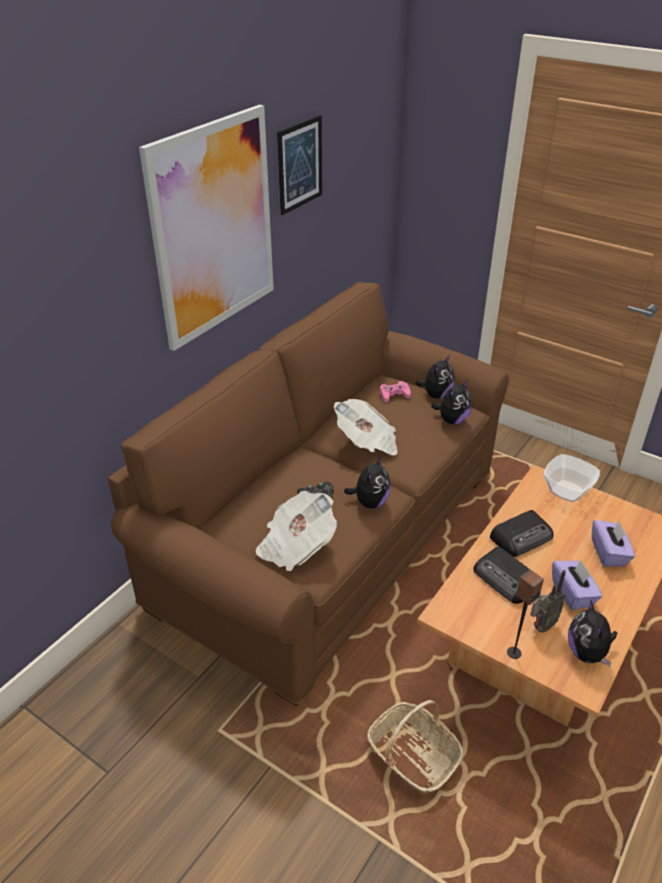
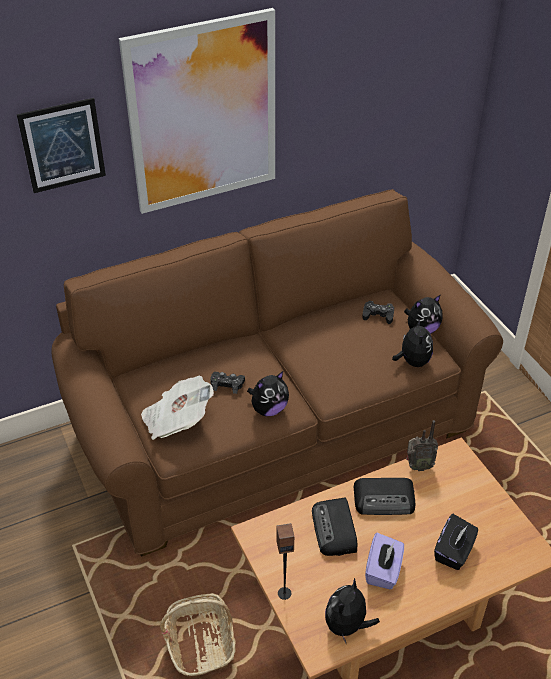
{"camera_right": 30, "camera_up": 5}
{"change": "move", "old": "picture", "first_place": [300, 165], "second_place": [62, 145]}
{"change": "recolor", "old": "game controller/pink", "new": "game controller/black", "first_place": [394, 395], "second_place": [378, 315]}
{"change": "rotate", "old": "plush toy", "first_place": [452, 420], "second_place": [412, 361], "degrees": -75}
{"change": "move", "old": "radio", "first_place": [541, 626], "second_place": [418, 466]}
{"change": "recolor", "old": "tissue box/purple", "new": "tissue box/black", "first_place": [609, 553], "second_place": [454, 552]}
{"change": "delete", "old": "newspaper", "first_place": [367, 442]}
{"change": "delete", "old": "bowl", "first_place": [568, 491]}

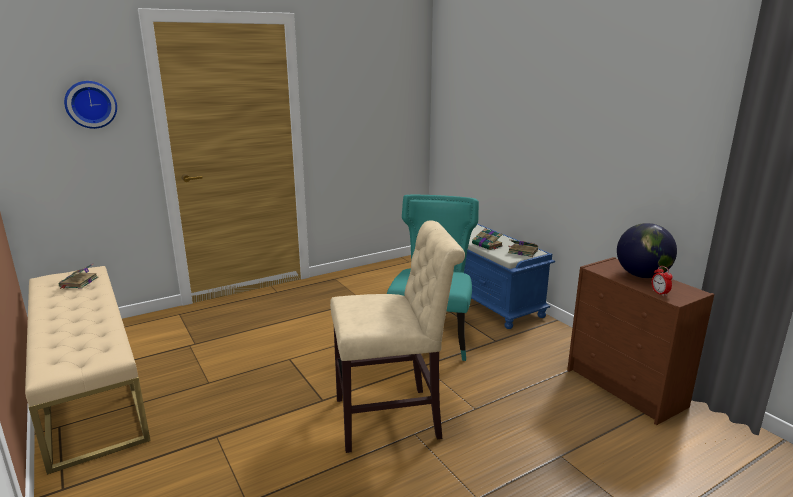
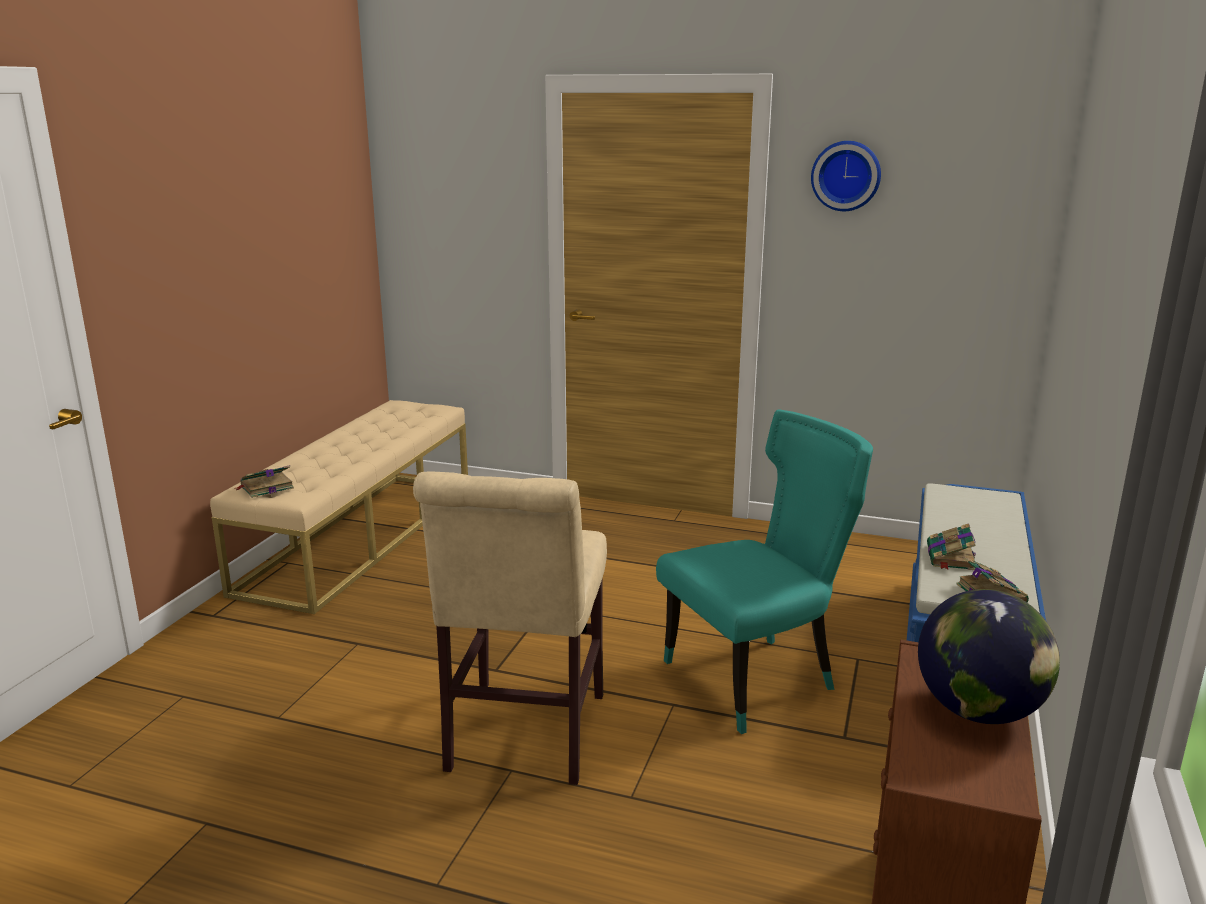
{"camera_right": 50, "camera_up": 0}
{"change": "move", "old": "book", "first_place": [78, 282], "second_place": [265, 488]}
{"change": "rotate", "old": "chair/beige", "first_place": [393, 418], "second_place": [523, 738], "degrees": 60}
{"change": "move", "old": "wall clock", "first_place": [91, 104], "second_place": [846, 175]}
{"change": "delete", "old": "alarm clock", "first_place": [659, 293]}

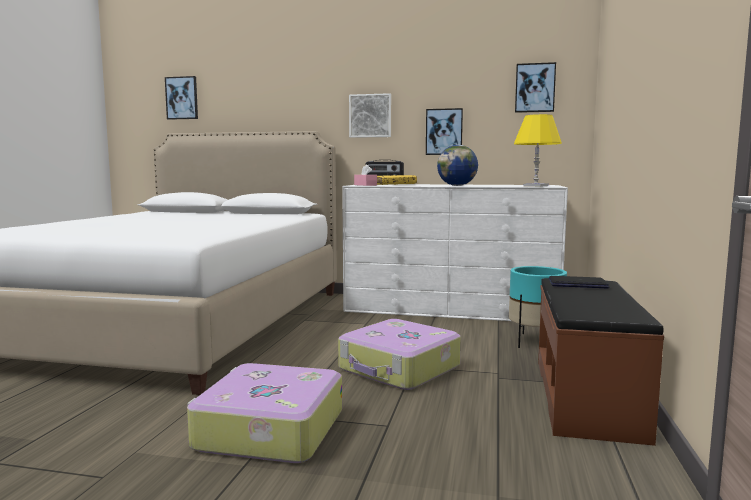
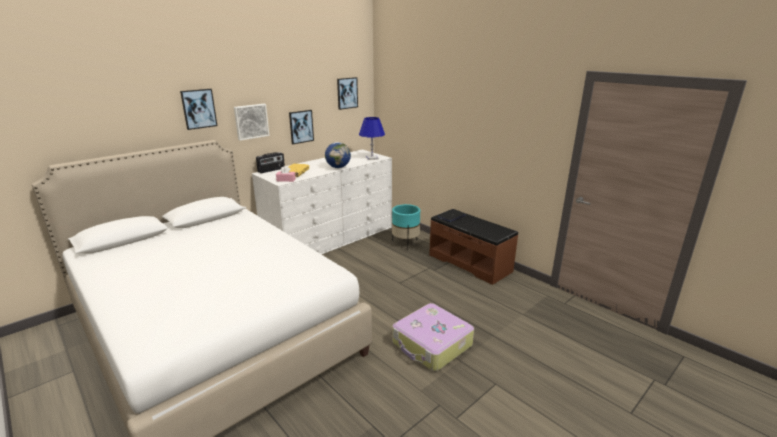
{"camera_right": -55, "camera_up": 15}
{"change": "move", "old": "picture", "first_place": [182, 98], "second_place": [198, 108]}
{"change": "recolor", "old": "table lamp/yellow", "new": "table lamp/blue", "first_place": [535, 186], "second_place": [372, 158]}
{"change": "delete", "old": "suitcase", "first_place": [399, 368]}

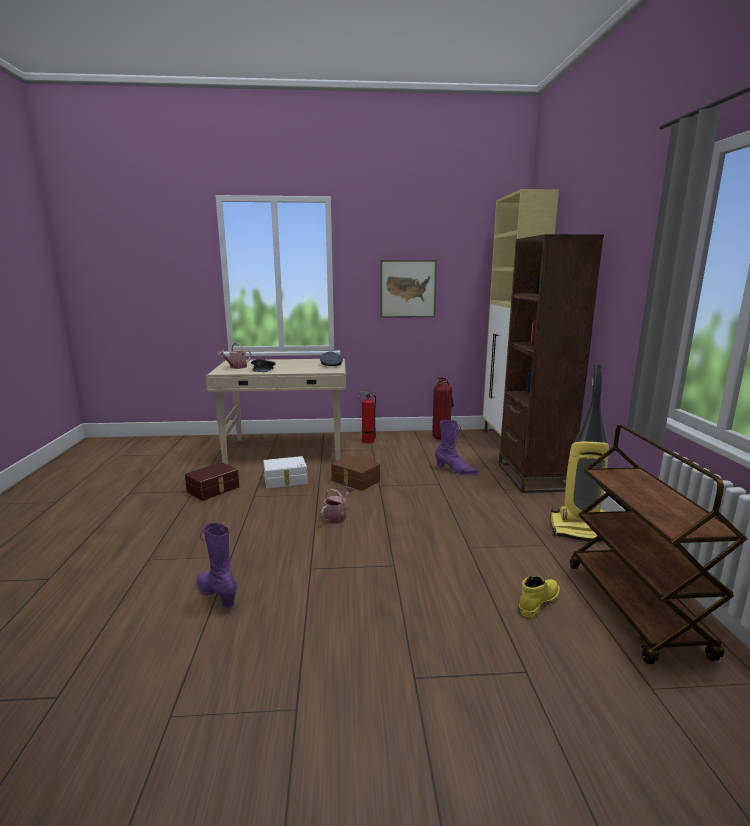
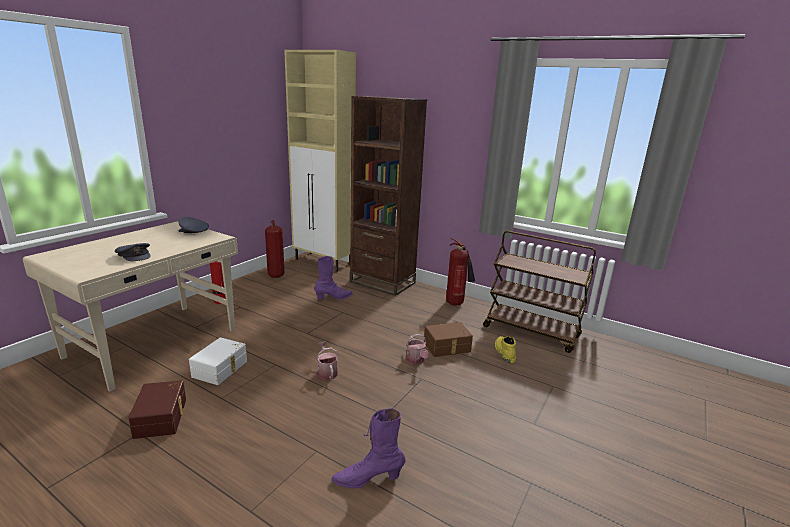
{"camera_right": -55, "camera_up": 5}
{"change": "move", "old": "watering can", "first_place": [236, 367], "second_place": [416, 360]}
{"change": "move", "old": "storage box/brown", "first_place": [355, 481], "second_place": [447, 347]}
{"change": "replace", "old": "vacuum cleaner", "new": "fire extinguisher", "first_place": [582, 530], "second_place": [456, 304]}
{"change": "delete", "old": "picture", "first_place": [408, 289]}

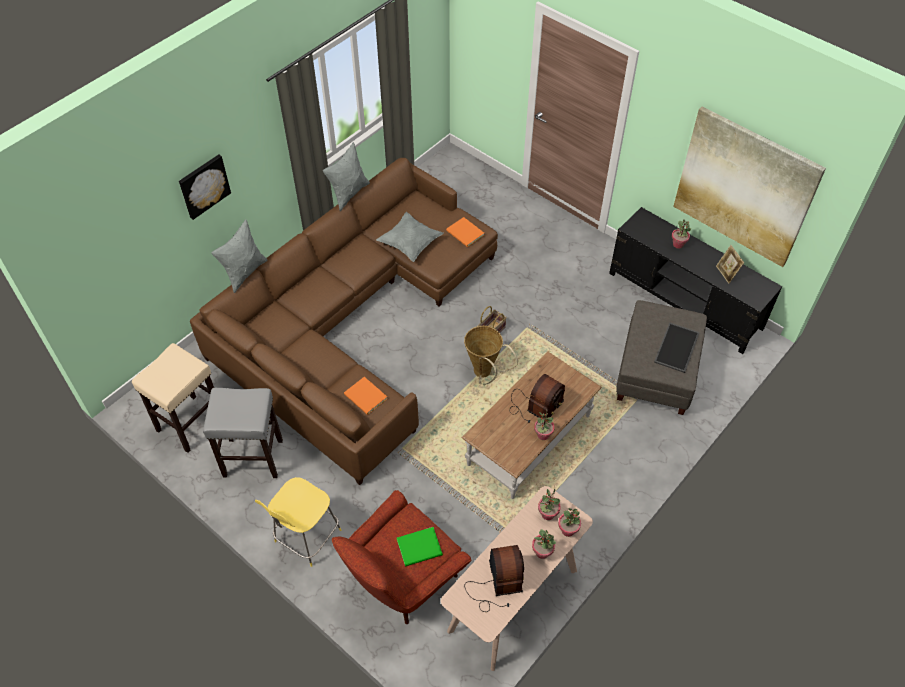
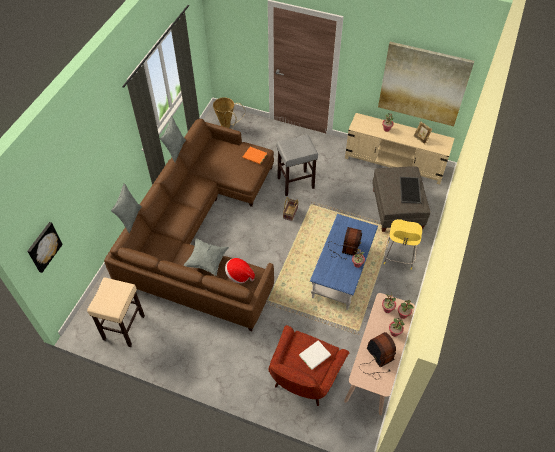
{"camera_right": -20, "camera_up": 0}
{"change": "move", "old": "picture", "first_place": [203, 186], "second_place": [43, 247]}
{"change": "move", "old": "pillow/grey", "first_place": [410, 244], "second_place": [206, 261]}
{"change": "move", "old": "basket", "first_place": [485, 374], "second_place": [227, 127]}
{"change": "replace", "old": "book/orange", "new": "hat", "first_place": [365, 397], "second_place": [239, 275]}
{"change": "move", "old": "stool/grey", "first_place": [254, 458], "second_place": [296, 183]}
{"change": "recolor", "old": "book/green", "new": "book/white", "first_place": [421, 548], "second_place": [316, 355]}
{"change": "recolor", "old": "coffee table/brown", "new": "coffee table/blue", "first_place": [529, 440], "second_place": [341, 271]}
{"change": "recolor", "old": "tv stand/black", "new": "tv stand/beige", "first_place": [685, 301], "second_place": [395, 162]}
{"change": "move", "old": "stool/yellow", "first_place": [306, 537], "second_place": [399, 257]}

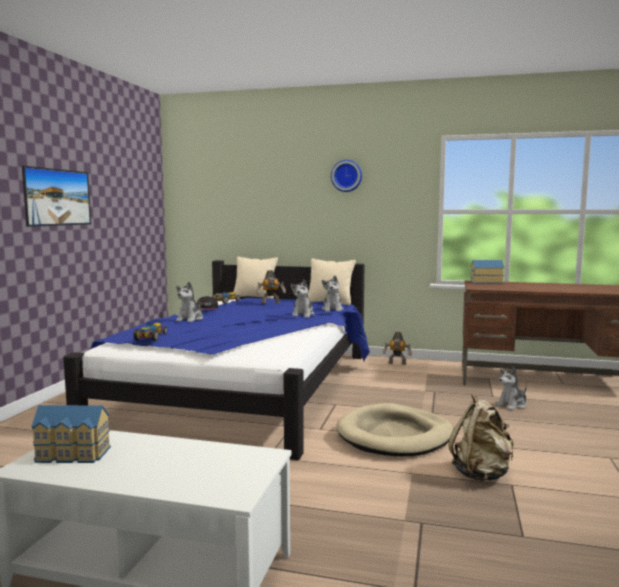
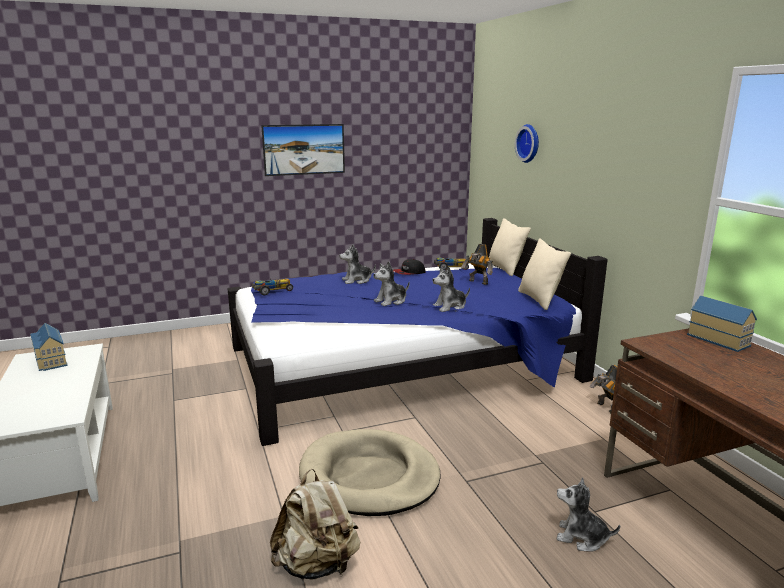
{"camera_right": 55, "camera_up": 10}
{"change": "move", "old": "plush toy", "first_place": [332, 309], "second_place": [391, 301]}
{"change": "move", "old": "wall clock", "first_place": [346, 176], "second_place": [529, 143]}

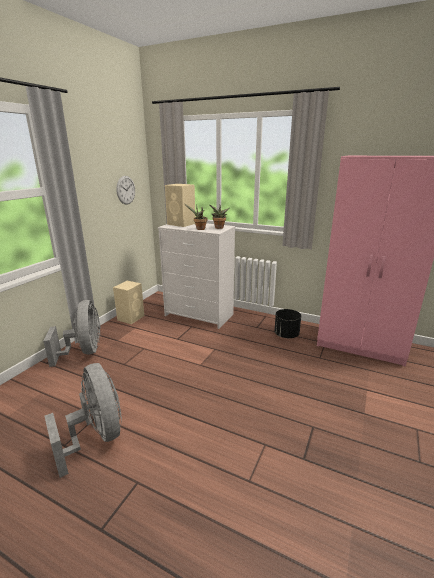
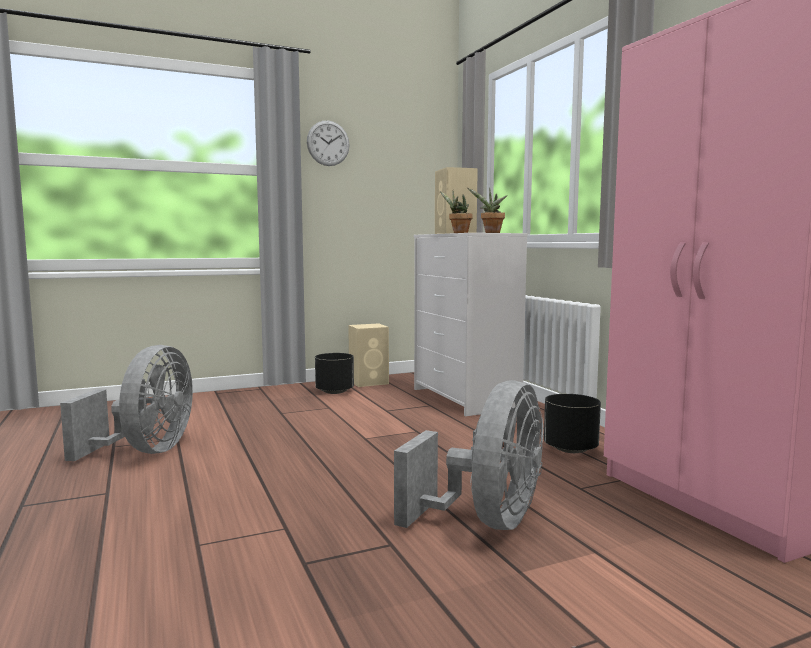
{"camera_right": 40, "camera_up": -15}
{"change": "move", "old": "wall clock", "first_place": [126, 190], "second_place": [328, 143]}
{"change": "insert", "new": "planter/black", "second_place": [334, 391]}
{"change": "move", "old": "fan/grey", "first_place": [84, 352], "second_place": [487, 521]}

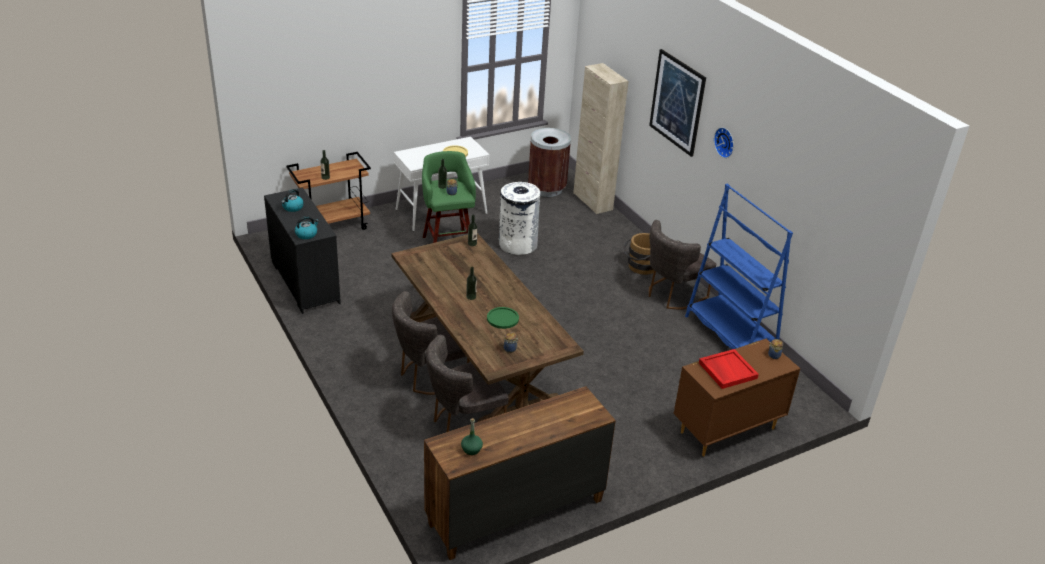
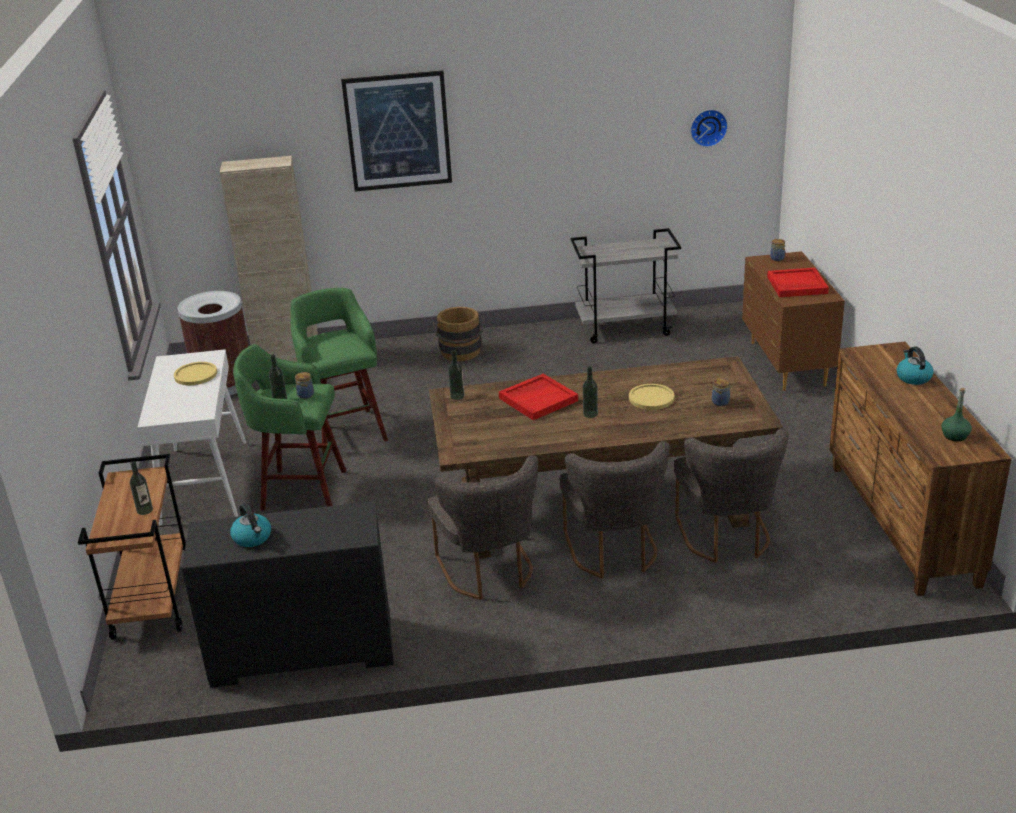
{"camera_right": -65, "camera_up": -5}
{"change": "replace", "old": "trash can/white", "new": "stool/green", "first_place": [517, 244], "second_place": [346, 431]}
{"change": "move", "old": "chair/grey", "first_place": [672, 295], "second_place": [489, 572]}
{"change": "insert", "new": "tray/red", "second_place": [538, 399]}
{"change": "replace", "old": "bookcase/blue", "new": "cart/grey", "first_place": [730, 335], "second_place": [626, 328]}
{"change": "recolor", "old": "plate/green", "new": "plate/yellow", "first_place": [502, 318], "second_place": [651, 398]}
{"change": "move", "old": "wall clock", "first_place": [725, 142], "second_place": [708, 127]}
{"change": "move", "old": "kettle", "first_place": [306, 234], "second_place": [913, 377]}

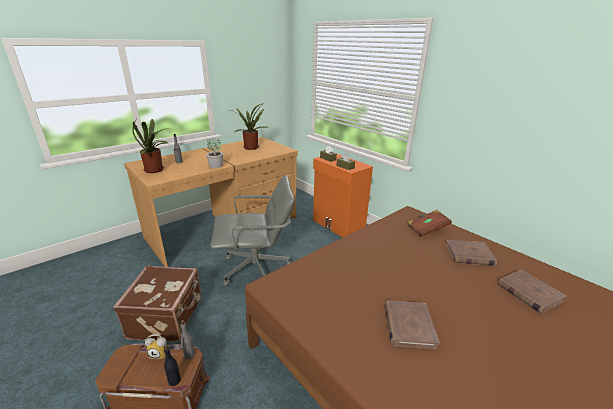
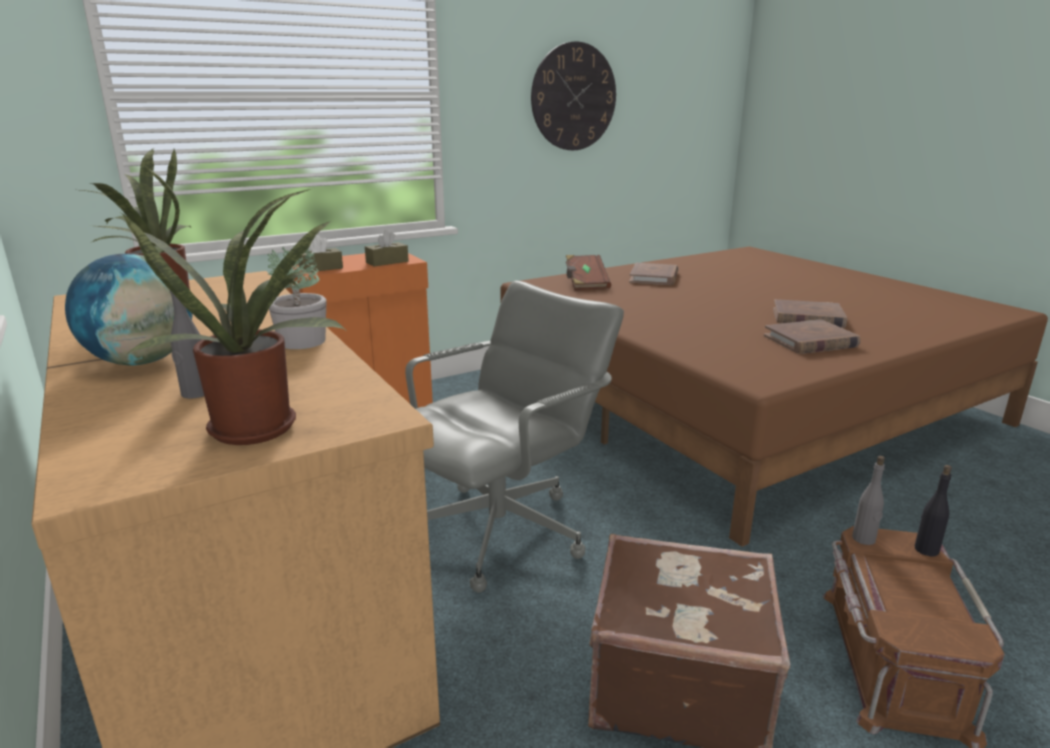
{"camera_right": -80, "camera_up": -5}
{"change": "insert", "new": "globe", "second_place": [142, 361]}
{"change": "rotate", "old": "office chair/grey", "first_place": [256, 269], "second_place": [501, 533], "degrees": 45}
{"change": "insert", "new": "wall clock", "second_place": [574, 97]}
{"change": "move", "old": "book/brown", "first_place": [529, 293], "second_place": [810, 341]}
{"change": "delete", "old": "alarm clock", "first_place": [160, 353]}

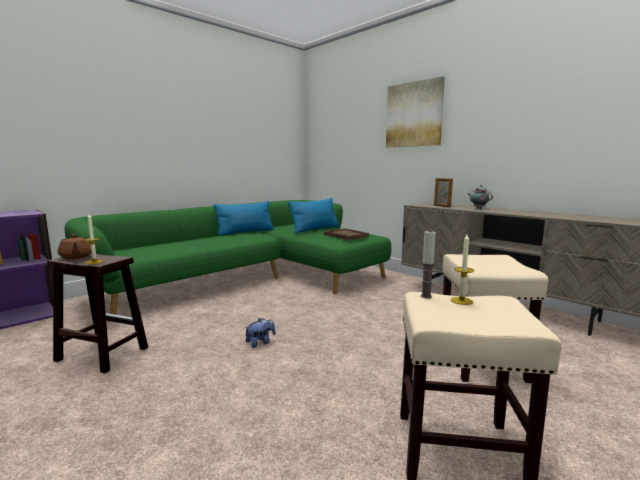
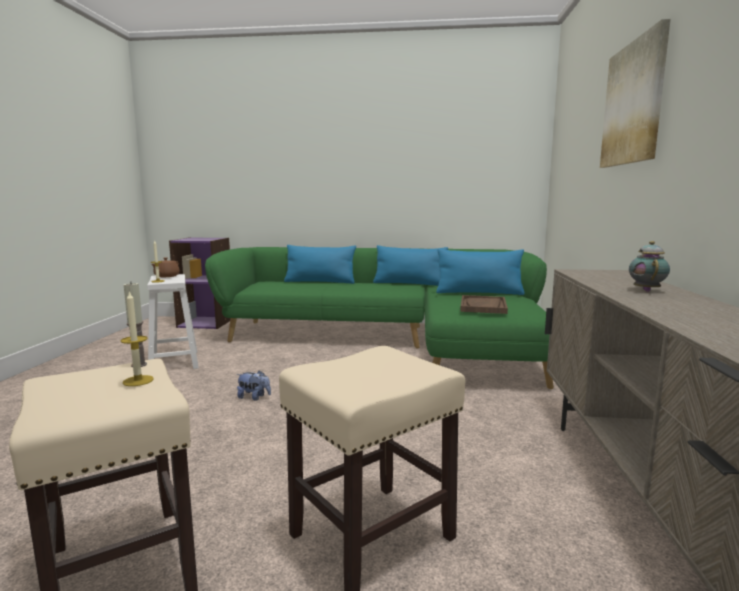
{"camera_right": 50, "camera_up": 0}
{"change": "recolor", "old": "stool/brown", "new": "stool/white", "first_place": [101, 354], "second_place": [174, 361]}
{"change": "insert", "new": "pillow/blue", "second_place": [320, 282]}
{"change": "delete", "old": "picture frame", "first_place": [442, 206]}

